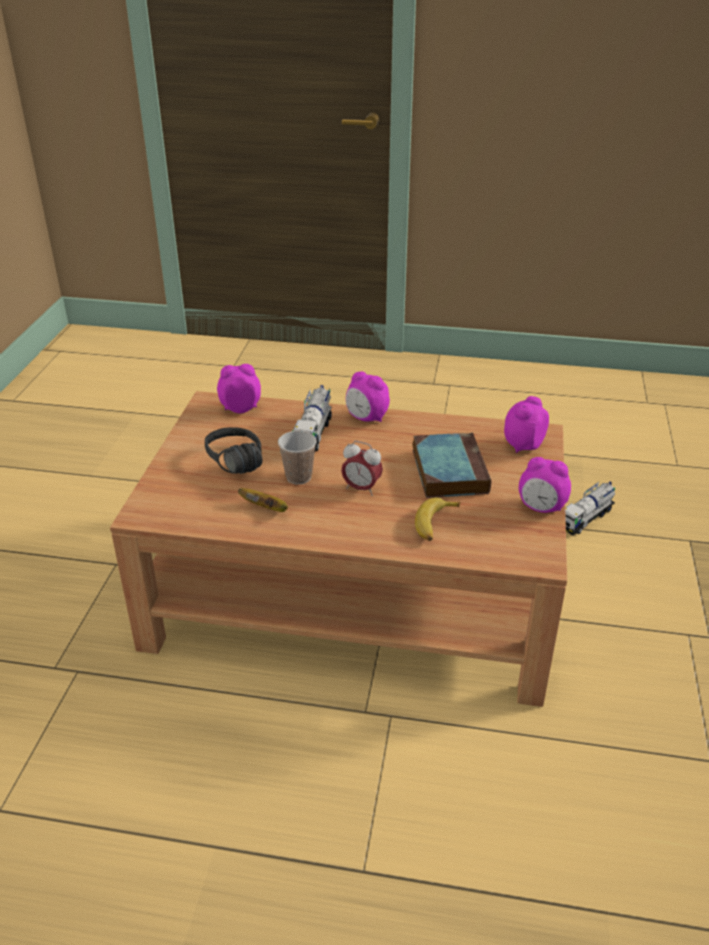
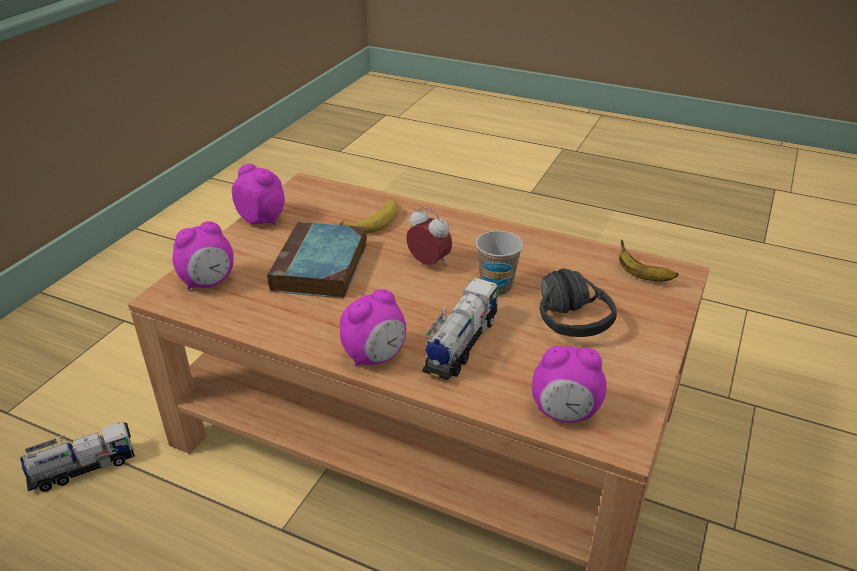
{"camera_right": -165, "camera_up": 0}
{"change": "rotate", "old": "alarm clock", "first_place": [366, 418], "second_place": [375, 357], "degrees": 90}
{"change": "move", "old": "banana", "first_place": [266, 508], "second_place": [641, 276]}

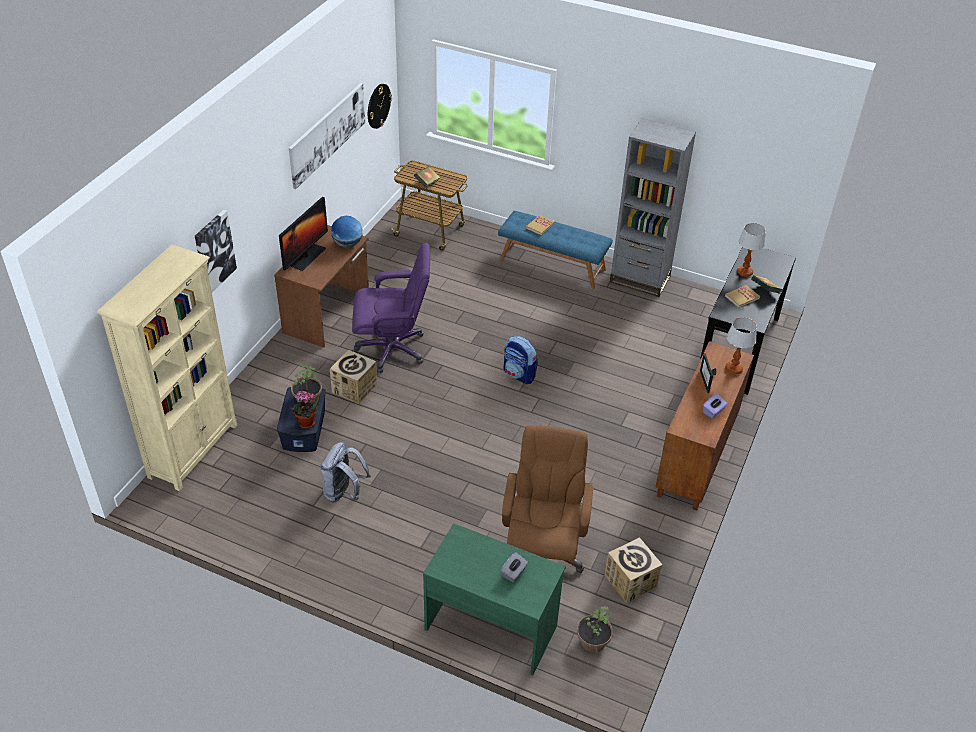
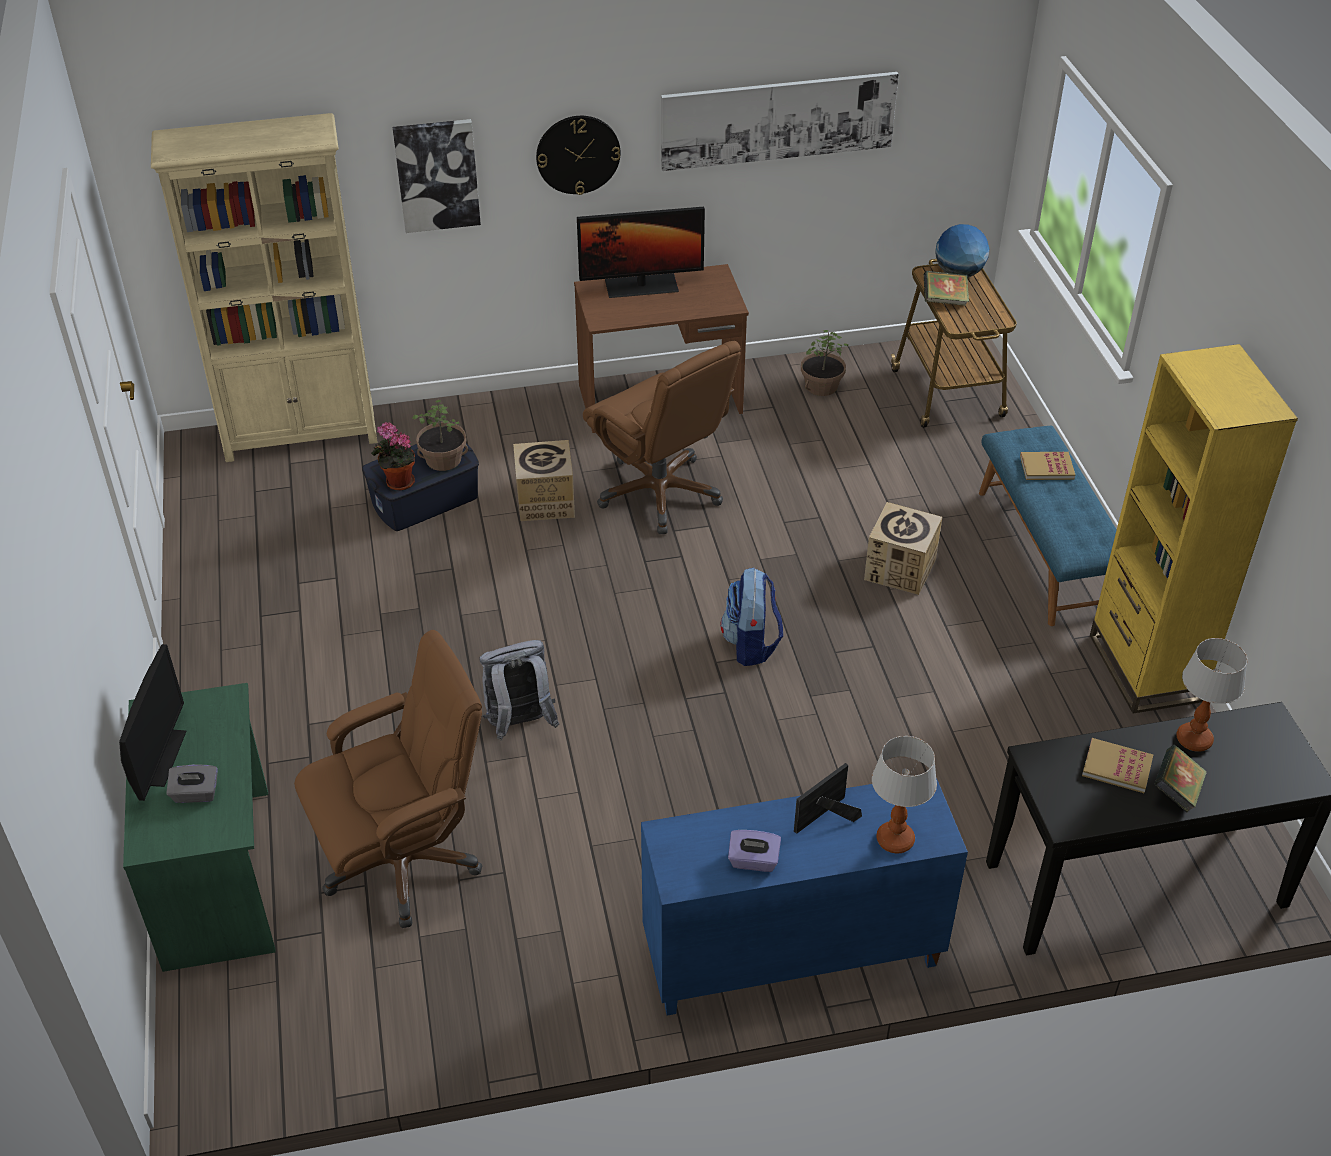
{"camera_right": 55, "camera_up": 0}
{"change": "insert", "new": "monitor", "second_place": [159, 757]}
{"change": "move", "old": "backpack/grey", "first_place": [344, 493], "second_place": [520, 724]}
{"change": "move", "old": "wall clock", "first_place": [378, 106], "second_place": [578, 154]}
{"change": "recolor", "old": "office chair/purple", "new": "office chair/brown", "first_place": [393, 349], "second_place": [660, 493]}
{"change": "recolor", "old": "cabinet/brown", "new": "cabinet/blue", "first_place": [697, 458], "second_place": [790, 957]}
{"change": "move", "old": "potted plant", "first_place": [592, 641], "second_place": [821, 386]}
{"change": "move", "old": "cardboard box", "first_place": [630, 581], "second_place": [900, 569]}
{"change": "move", "old": "globe", "first_place": [347, 244], "second_place": [958, 273]}
{"change": "recolor", "old": "bookcase/grey", "new": "bookcase/yellow", "first_place": [640, 279], "second_place": [1145, 668]}

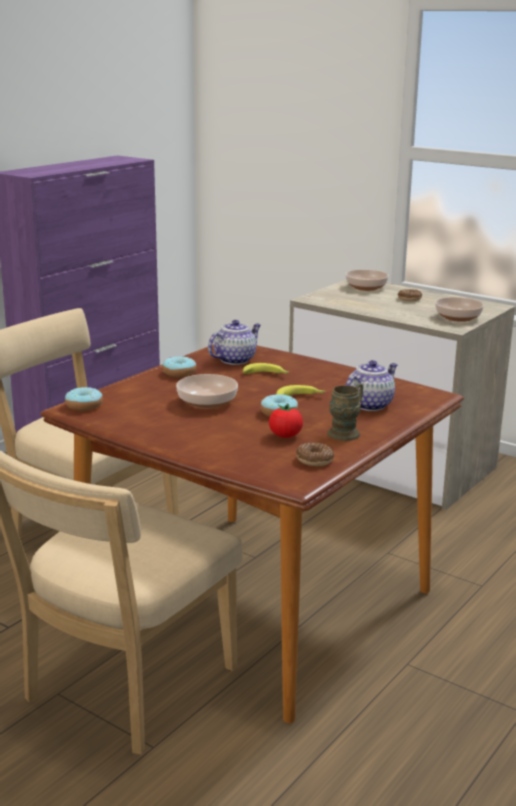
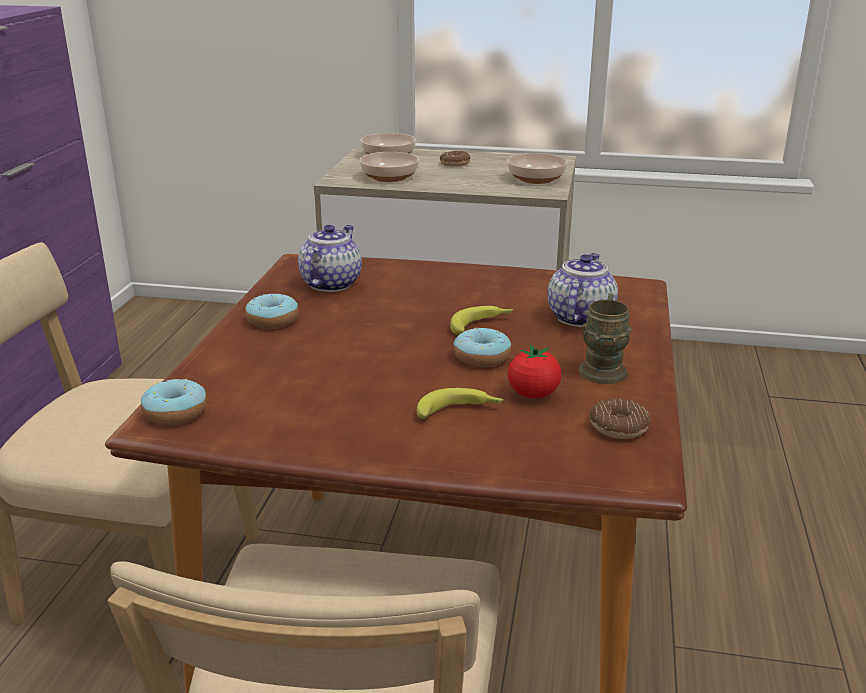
{"camera_right": -25, "camera_up": 5}
{"change": "move", "old": "bowl", "first_place": [208, 402], "second_place": [390, 177]}
{"change": "move", "old": "banana", "first_place": [266, 375], "second_place": [460, 411]}

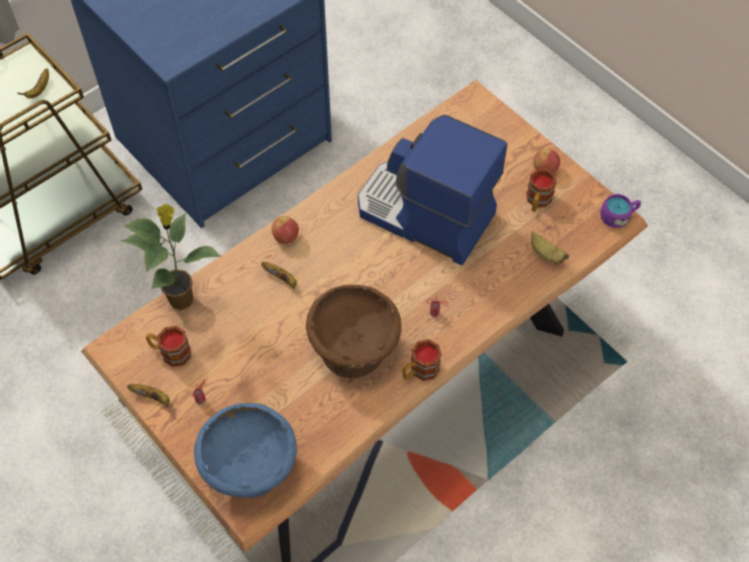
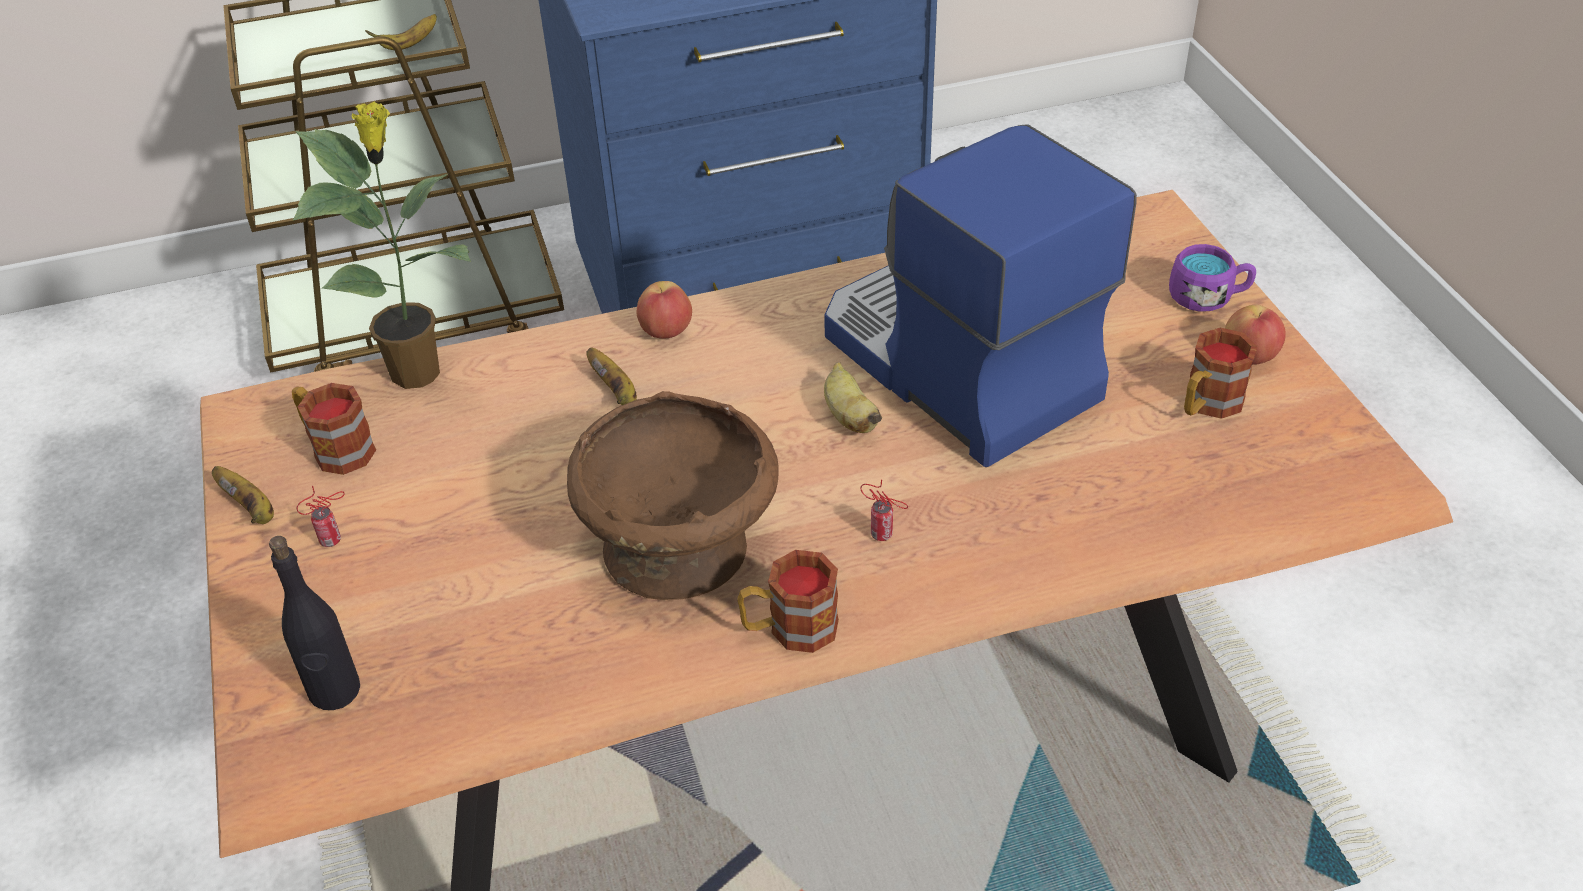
{"camera_right": 25, "camera_up": -15}
{"change": "replace", "old": "bowl/blue", "new": "bottle/black", "first_place": [250, 468], "second_place": [334, 691]}
{"change": "move", "old": "banana", "first_place": [545, 254], "second_place": [849, 416]}
{"change": "move", "old": "mug/purple", "first_place": [618, 216], "second_place": [1208, 297]}

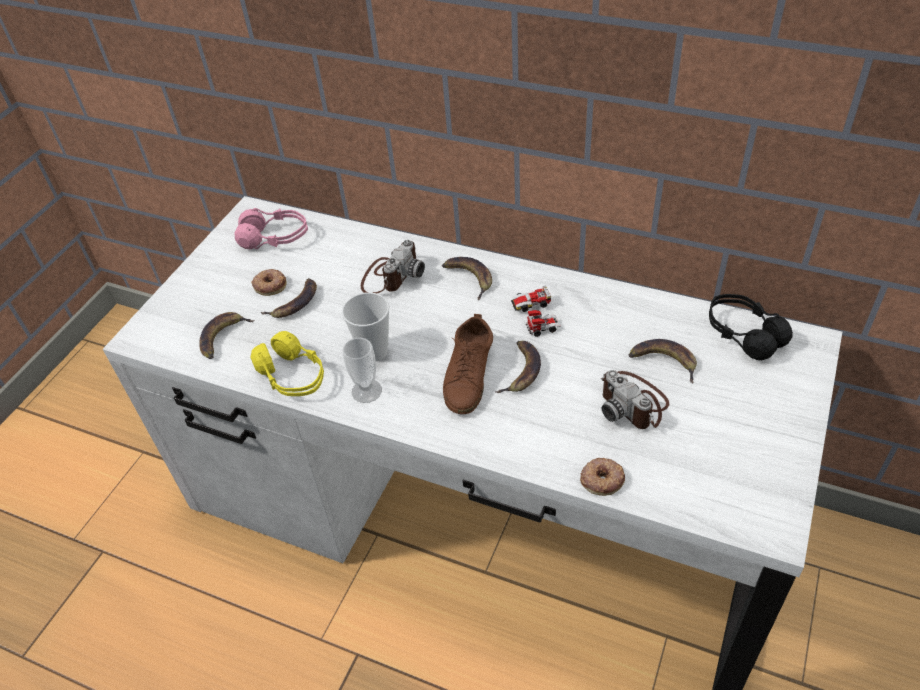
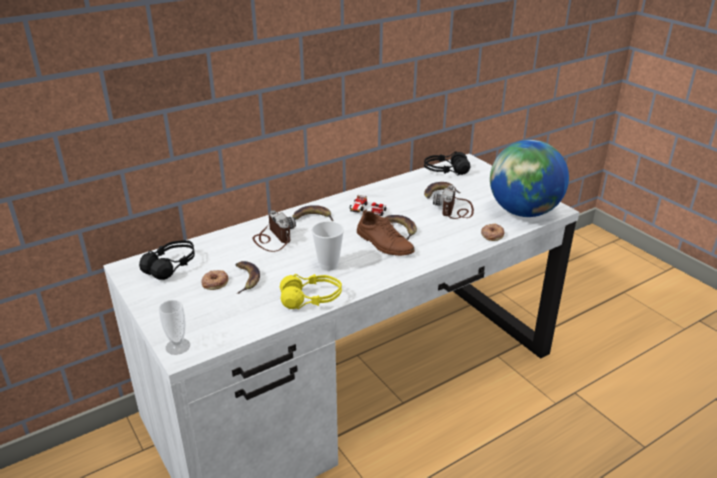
{"camera_right": -60, "camera_up": -15}
{"change": "recolor", "old": "headphones/pink", "new": "headphones/black", "first_place": [275, 238], "second_place": [171, 266]}
{"change": "move", "old": "cup", "first_place": [366, 391], "second_place": [178, 346]}
{"change": "rotate", "old": "photo camera", "first_place": [633, 403], "second_place": [455, 210], "degrees": 105}
{"change": "insert", "new": "globe", "second_place": [523, 212]}
{"change": "delete", "old": "banana", "first_place": [223, 337]}

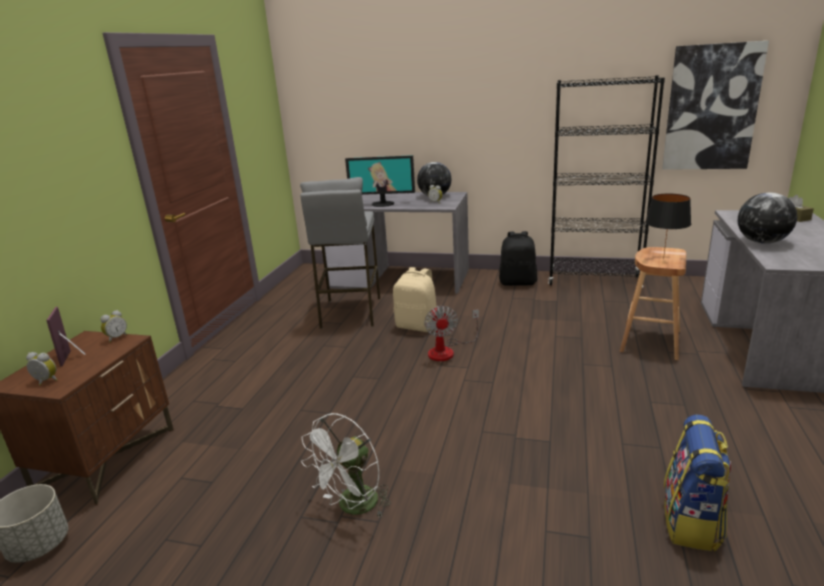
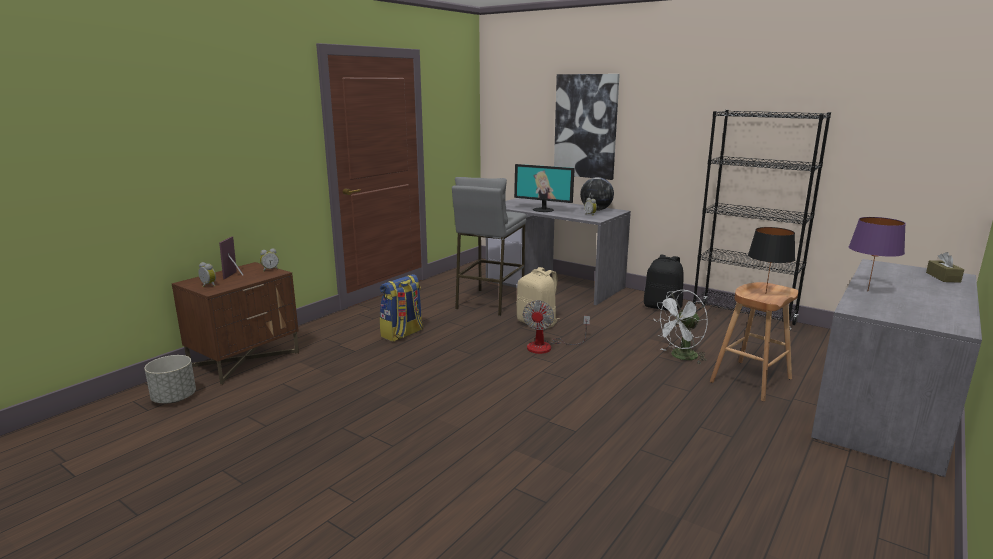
{"camera_right": 20, "camera_up": -5}
{"change": "move", "old": "backpack", "first_place": [691, 522], "second_place": [402, 334]}
{"change": "move", "old": "picture", "first_place": [711, 108], "second_place": [586, 126]}
{"change": "move", "old": "fan/white", "first_place": [353, 507], "second_place": [680, 357]}
{"change": "replace", "old": "globe", "new": "table lamp/purple", "first_place": [762, 242], "second_place": [868, 291]}

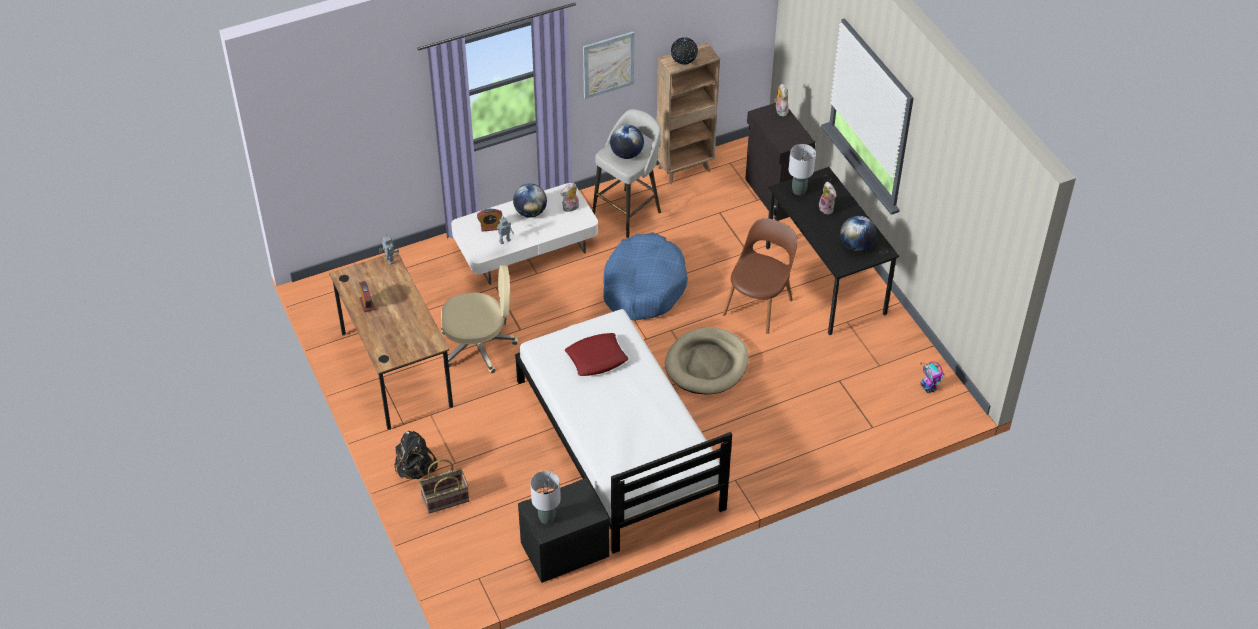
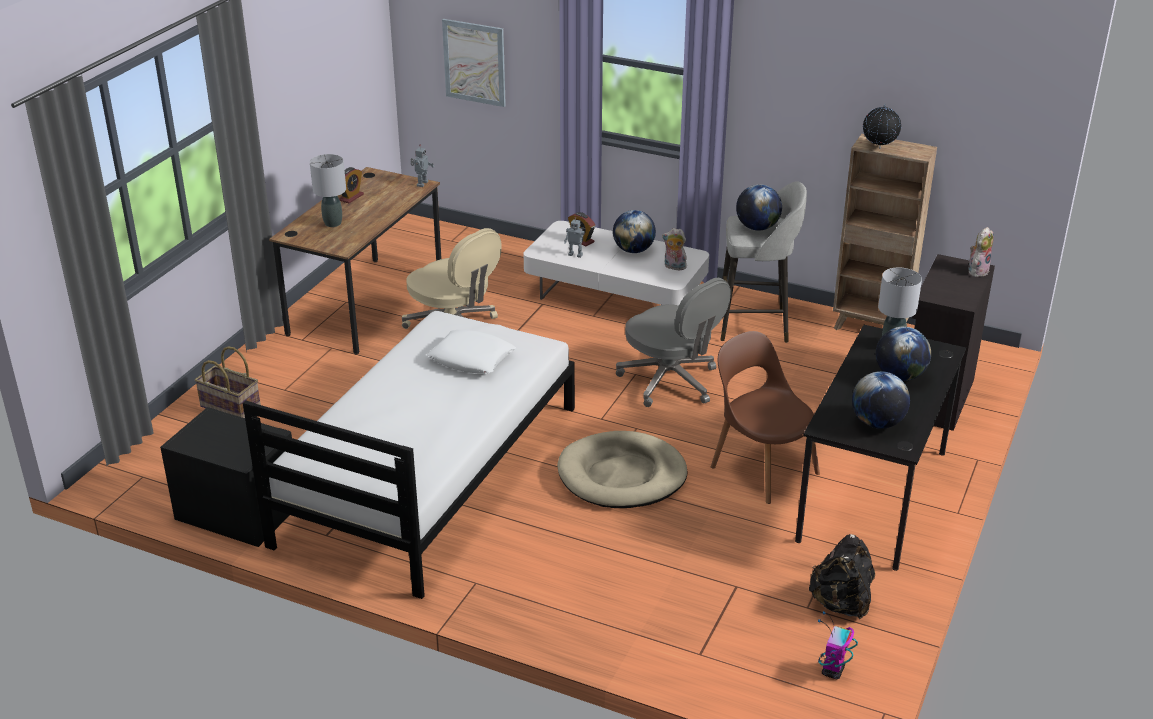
{"camera_right": 50, "camera_up": -15}
{"change": "move", "old": "table lamp/grey", "first_place": [546, 518], "second_place": [333, 223]}
{"change": "recolor", "old": "pillow/red", "new": "pillow/white", "first_place": [596, 358], "second_place": [471, 358]}
{"change": "move", "old": "picture", "first_place": [608, 64], "second_place": [474, 62]}
{"change": "replace", "old": "dog bed/blue", "new": "office chair/grey", "first_place": [643, 286], "second_place": [671, 381]}
{"change": "rotate", "old": "chair/brown", "first_place": [759, 305], "second_place": [761, 467], "degrees": -120}
{"change": "move", "old": "backpack/black", "first_place": [415, 469], "second_place": [841, 603]}
{"change": "replace", "old": "plush toy", "new": "globe", "first_place": [827, 208], "second_place": [900, 376]}

